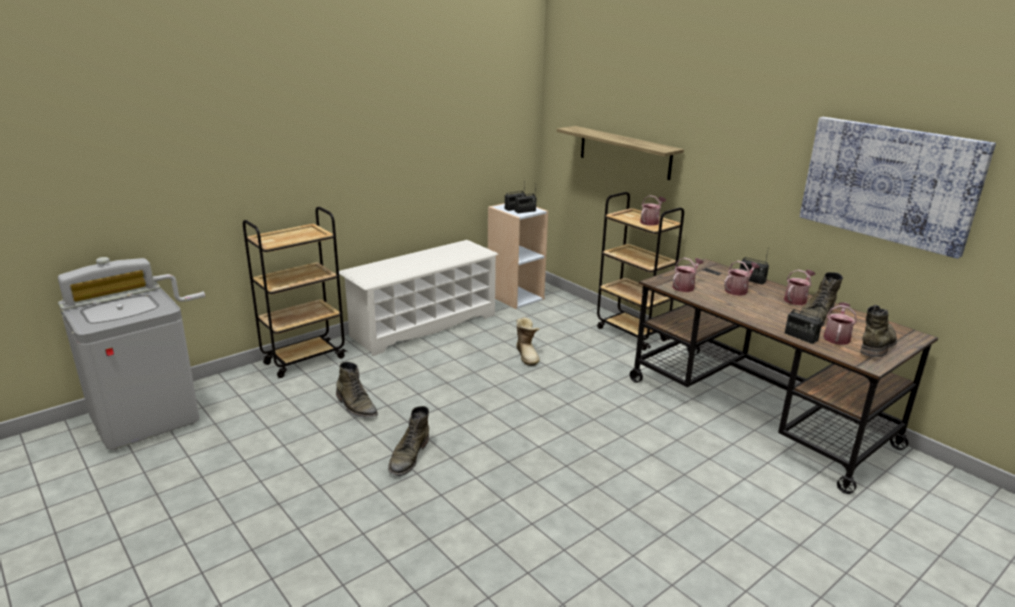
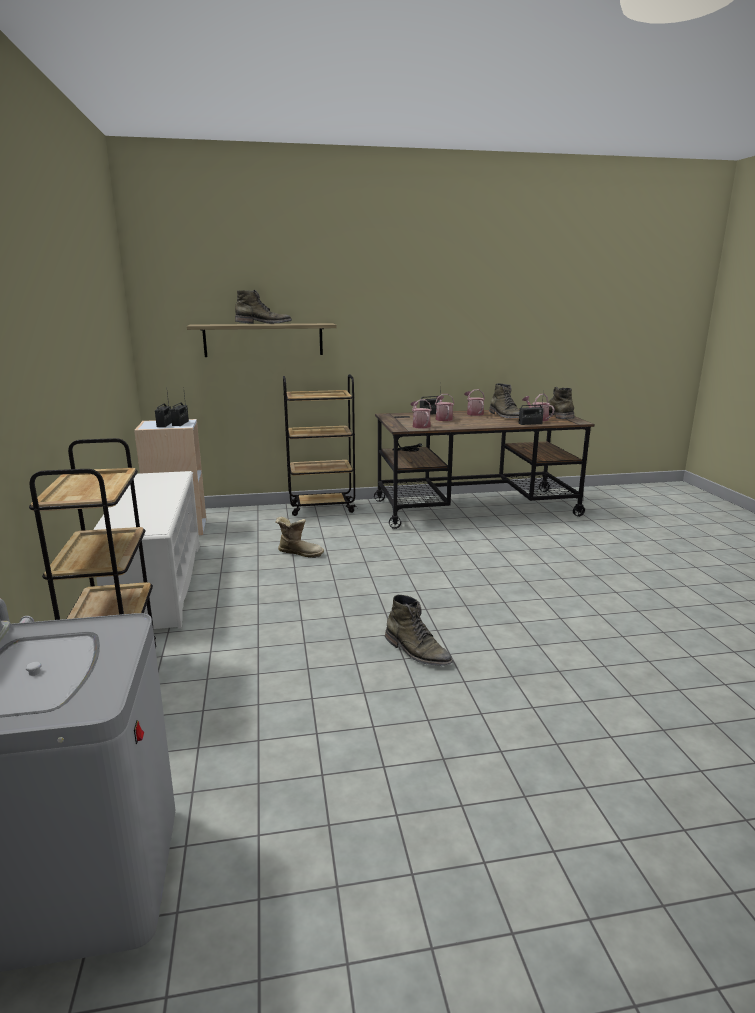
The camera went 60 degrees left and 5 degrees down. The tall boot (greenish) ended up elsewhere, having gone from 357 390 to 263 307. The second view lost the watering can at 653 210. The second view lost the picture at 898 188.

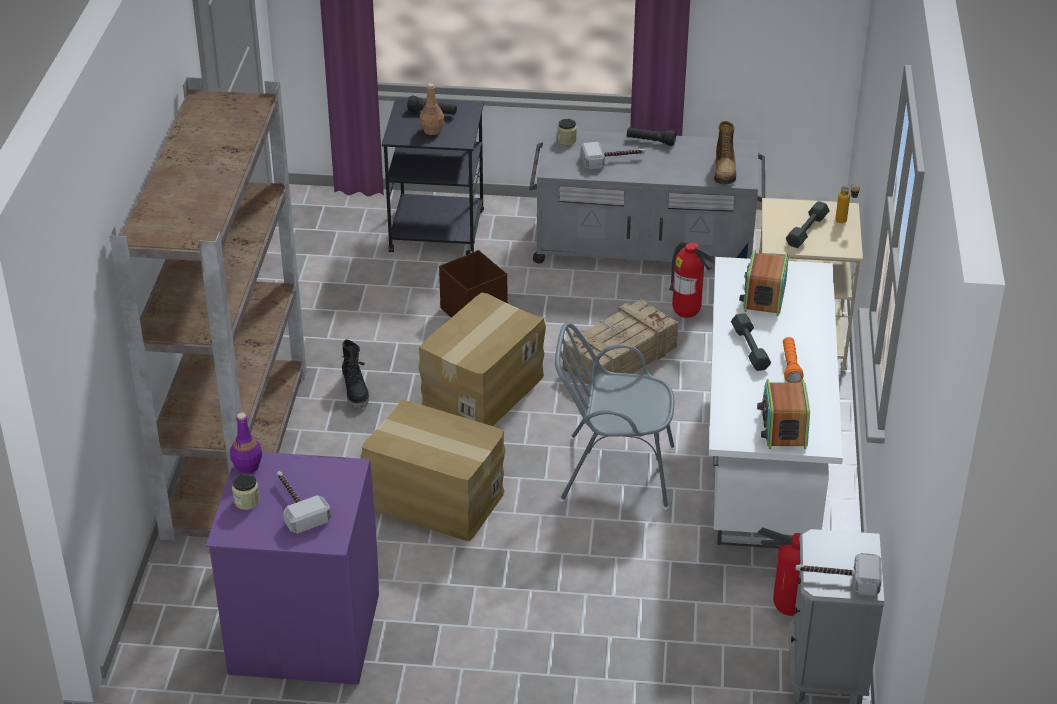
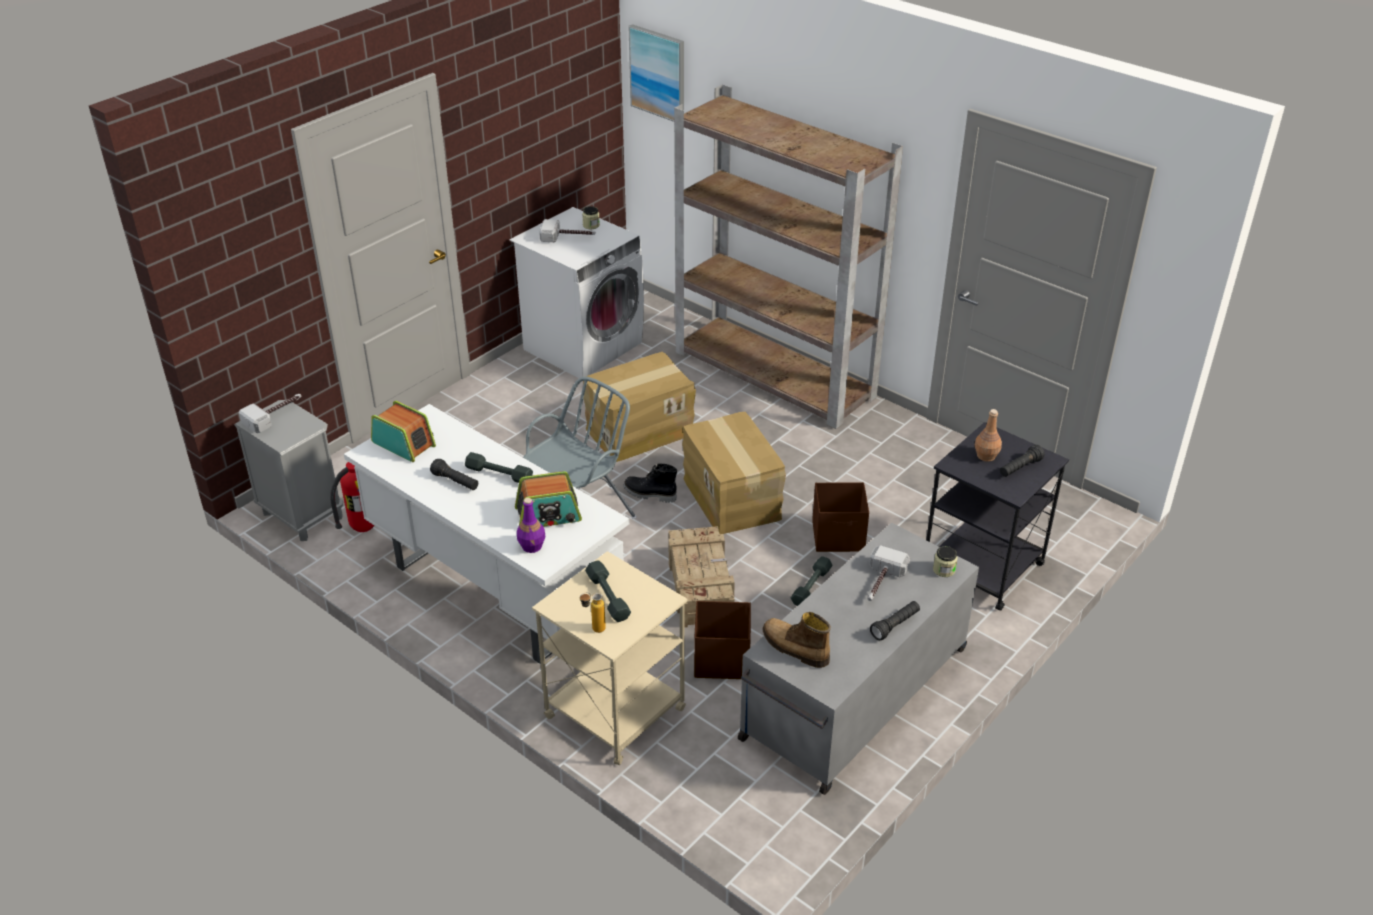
The camera went 125 degrees right and 0 degrees up. What was the laundry machine (purplish) at 292 568 turned into the laundry machine (whitish) at 576 292. The bottle (purplish) ended up elsewhere, having gone from 246 443 to 531 525. The tall boot (black-coloured) ended up elsewhere, having gone from 355 373 to 650 483. Where the fire extinguisher stood at 692 280, the storage bin (brown) came to stand at 722 640. The radio set at 764 283 ended up facing another way, 120 degrees clockwise from before. What was the flashlight (orange-coloured) at 793 360 turned into the flashlight (black-coloured) at 454 474. The second view gained the picture at 656 73. The second view gained the free weight (grey) at 812 581.

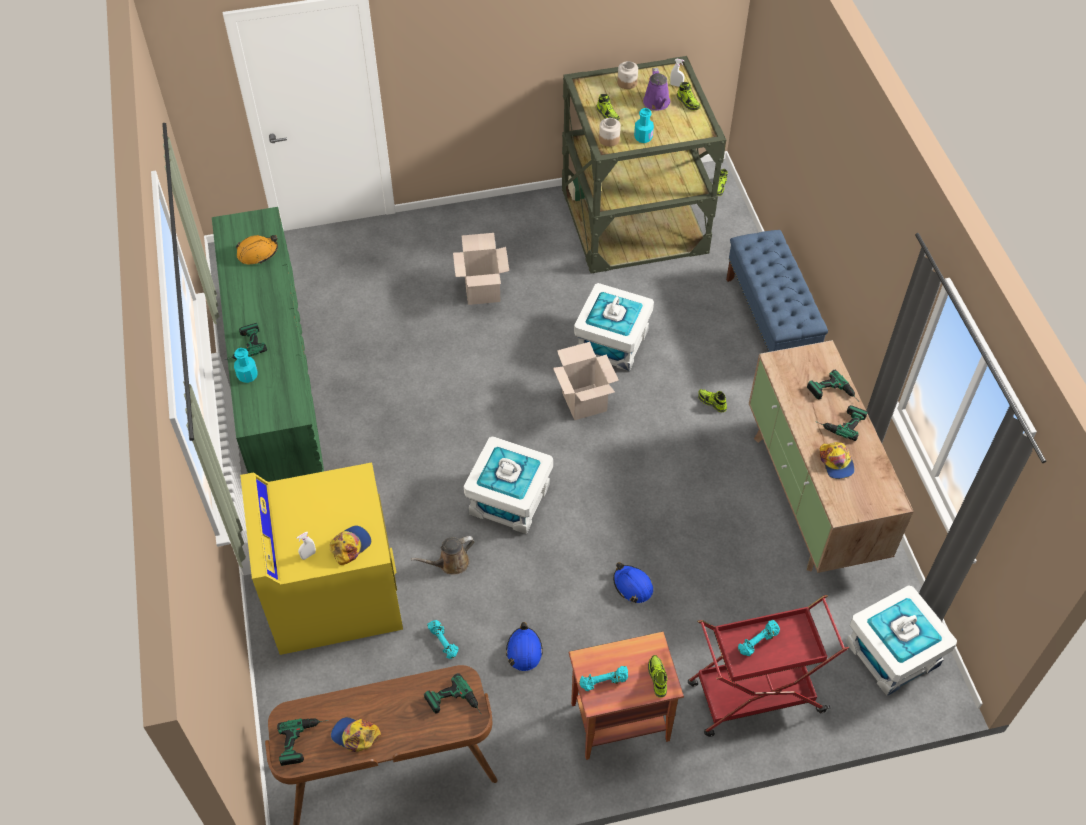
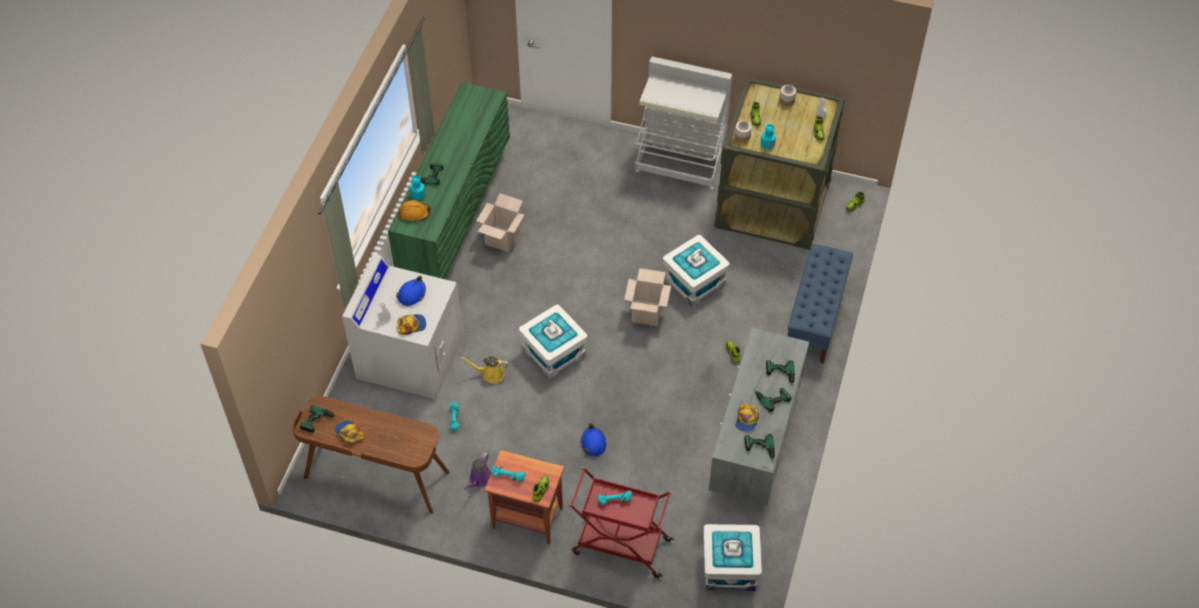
The camera went 30 degrees right and 0 degrees up. The work helmet (orange-coloured) ended up elsewhere, having gone from 257 249 to 415 211. What was the laundry machine (yellow) at 321 558 turned into the laundry machine (whitish) at 402 326. What was the watering can (brown) at 442 555 turned into the watering can (yellow) at 484 369. The drill ended up elsewhere, having gone from 453 694 to 759 446. The carton ended up elsewhere, having gone from 481 269 to 500 222. The work helmet (bluish) ended up elsewhere, having gone from 524 646 to 411 291. The watering can (purplish) ended up elsewhere, having gone from 656 89 to 477 471. What was the chest of drawers (greenish) at 831 456 turned into the chest of drawers (grey) at 759 417. The second view gained the shoe shelf (whitish) at 683 123.

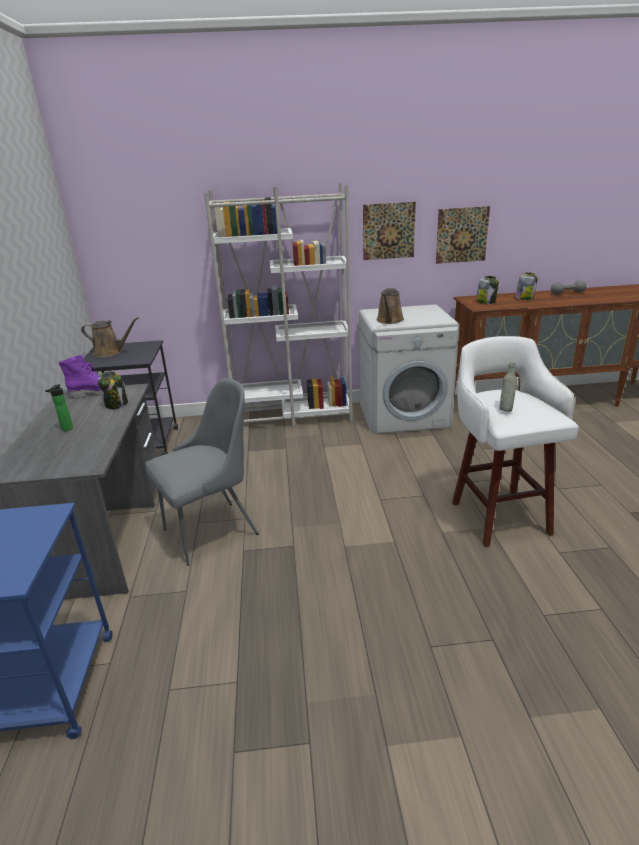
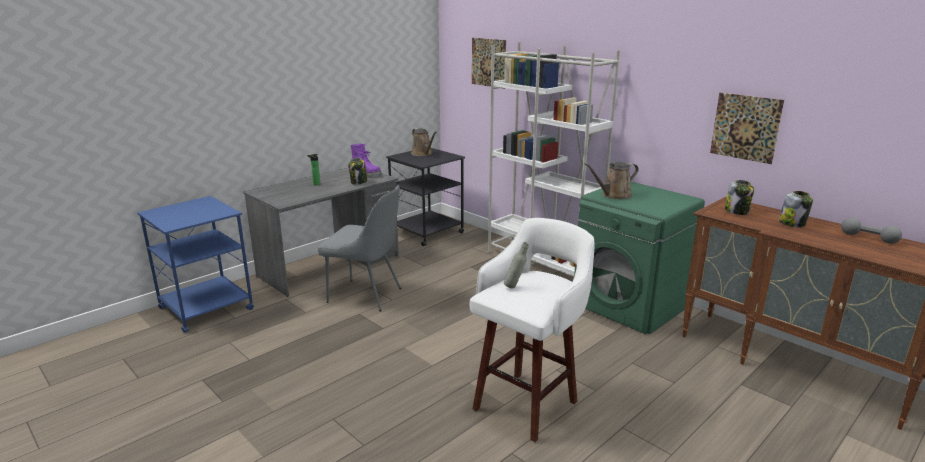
The camera went 50 degrees right and 5 degrees down. What was the laundry machine (whitish) at 409 369 turned into the laundry machine (greenish) at 639 258. The picture ended up elsewhere, having gone from 389 231 to 489 63.

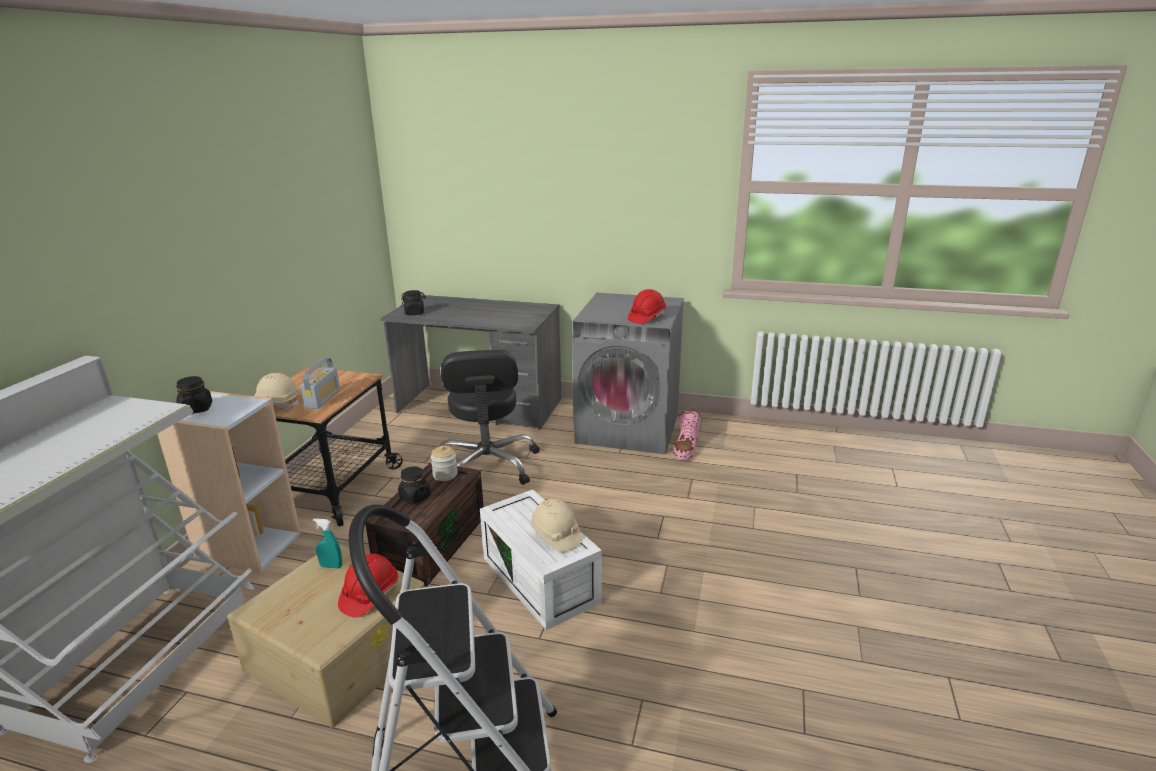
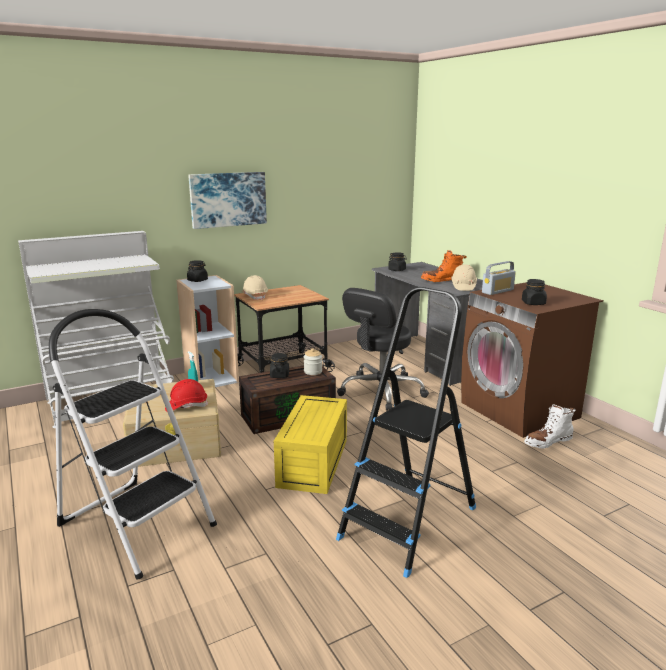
The camera went 45 degrees right and 5 degrees down. The radio set ended up elsewhere, having gone from 320 383 to 499 278. What was the storage bin (whitish) at 541 560 turned into the storage bin (yellow) at 310 444. The work helmet (beige-coloured) ended up elsewhere, having gone from 556 525 to 464 277. What was the laundry machine (grey) at 628 373 turned into the laundry machine (brown) at 532 360. Where the work helmet (reddish) stood at 647 306, the preserve jar (black-coloured) came to stand at 534 292. What was the tall boot (pink-coloured) at 687 434 turned into the tall boot (whitish) at 550 426. The second view gained the picture at 227 200. The second view gained the step ladder (black-coloured) at 406 432. The second view gained the tall boot (orange-coloured) at 444 266.

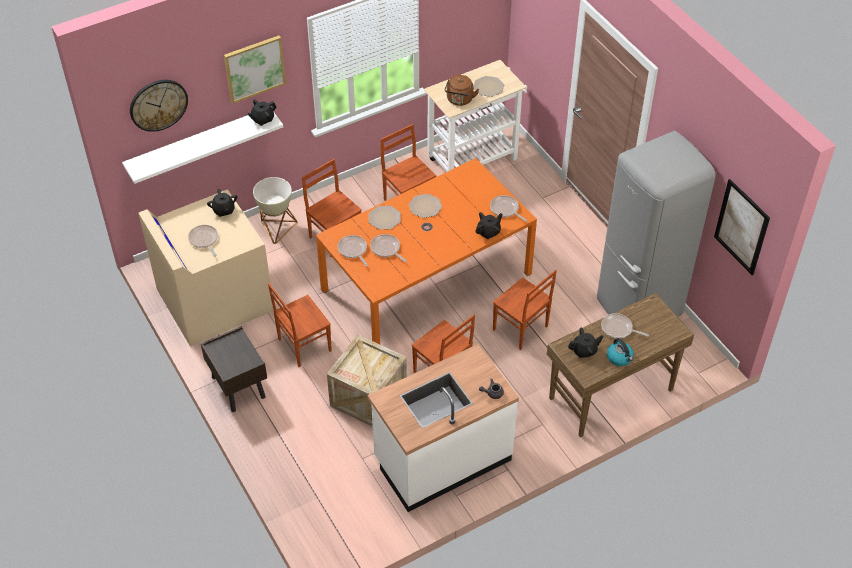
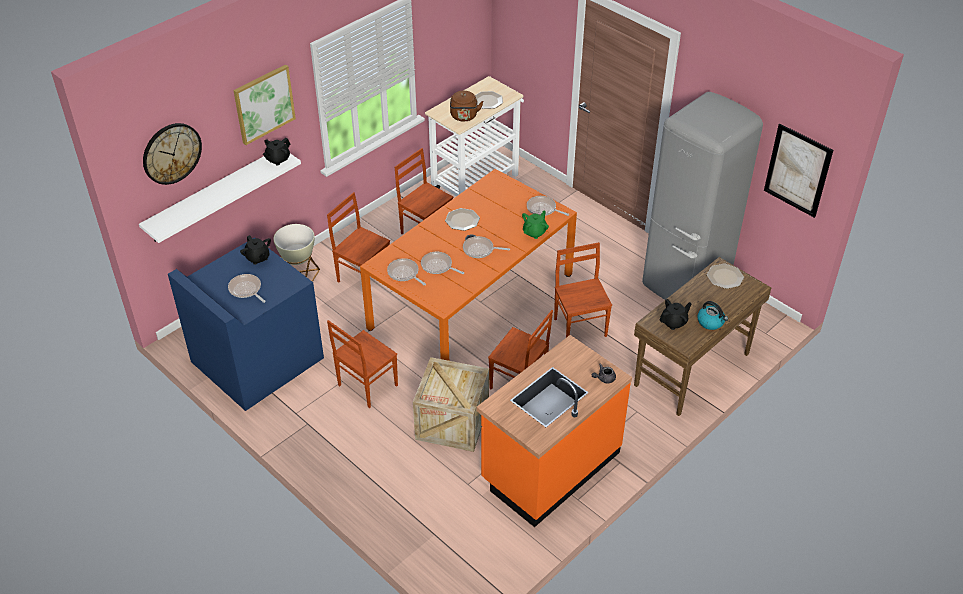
The camera went 15 degrees left and 5 degrees down. What was the laundry machine (beige-coloured) at 206 268 turned into the laundry machine (bluish) at 246 324. The second view lost the nightstand (brown) at 234 369. What was the counter (whitish) at 443 428 turned into the counter (orange-coloured) at 554 431. The plate ended up elsewhere, having gone from 385 217 to 725 276. What was the tea pot (black-coloured) at 488 225 turned into the tea pot (greenish) at 535 225. The chair (brown) at 525 310 ended up facing another way, 135 degrees counterclockwise from before. The pan ended up elsewhere, having gone from 625 326 to 486 247.

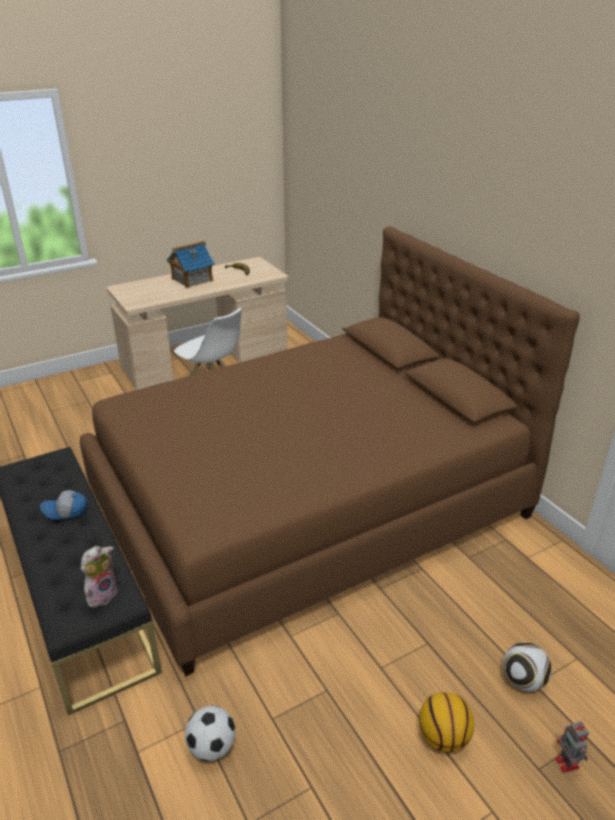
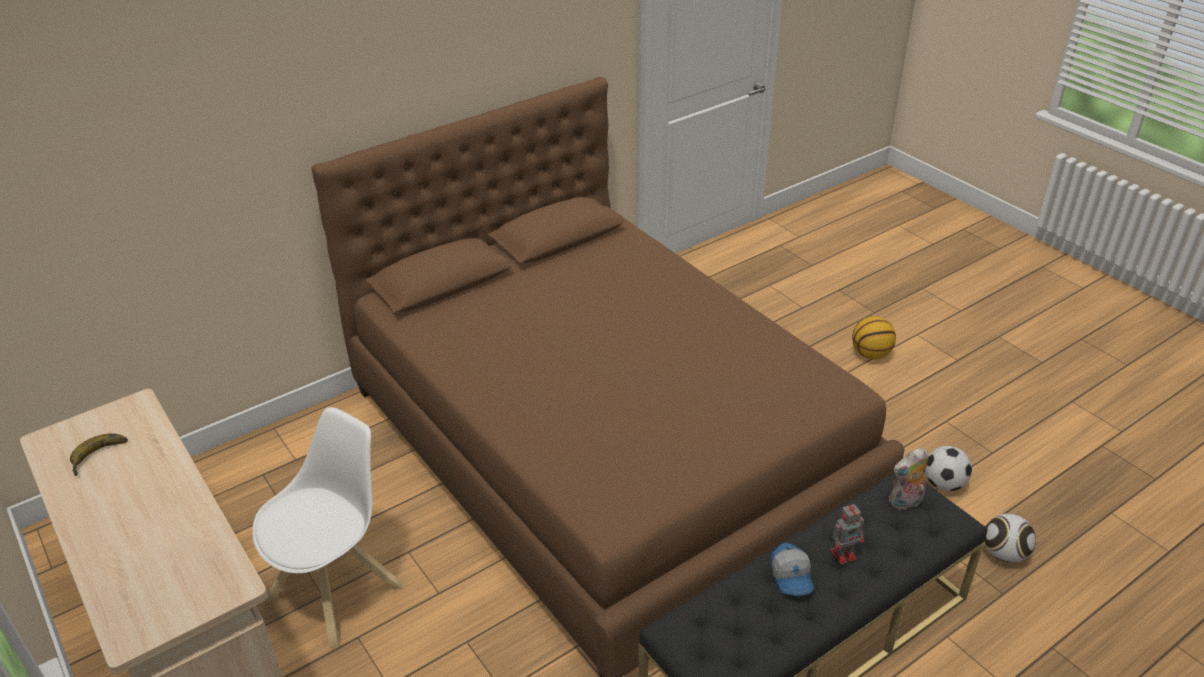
The camera went 95 degrees left and 5 degrees up. The cuddly toy at 99 576 ended up facing another way, 60 degrees counterclockwise from before. The second view lost the toy house at 191 264. The football ball ended up elsewhere, having gone from 527 667 to 1010 538. The model robot ended up elsewhere, having gone from 572 747 to 847 534.

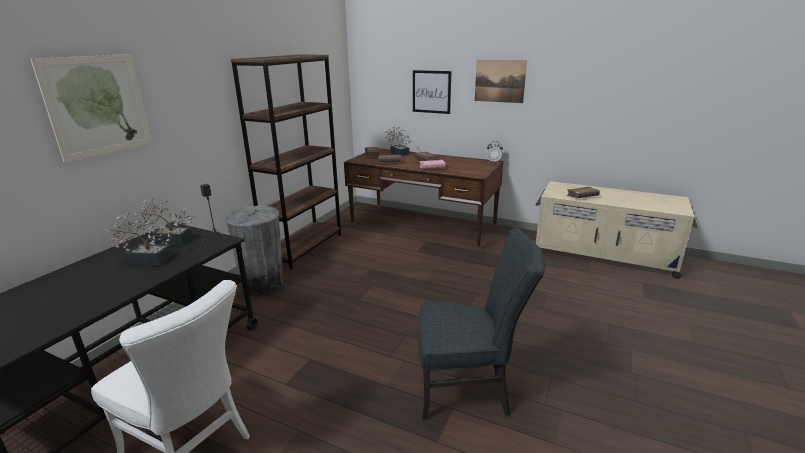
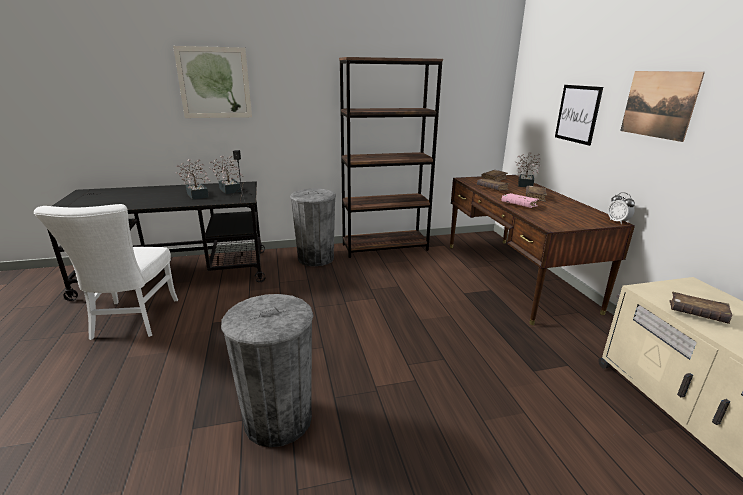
The camera went 50 degrees right and 0 degrees up. Where the chair (grey) stood at 481 324, the trash can (grey) came to stand at 267 370.

